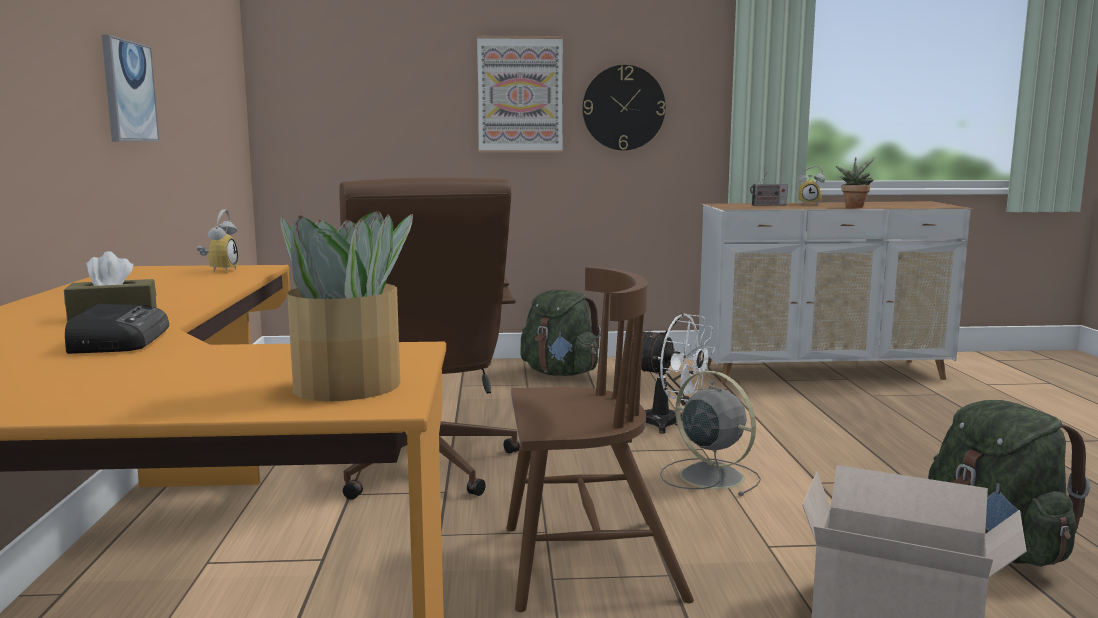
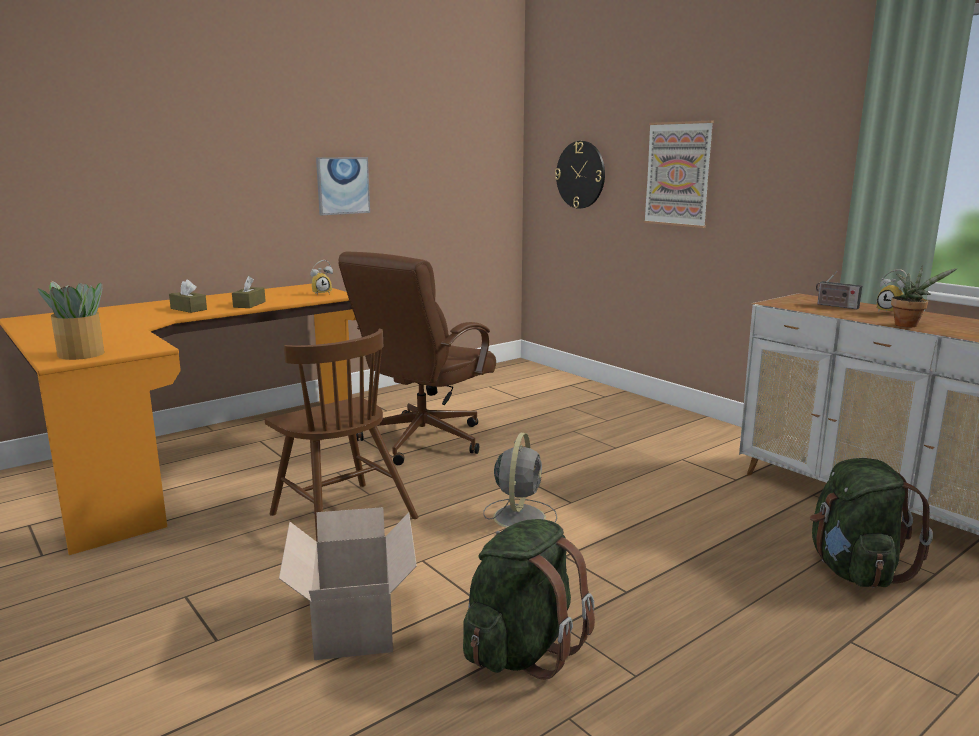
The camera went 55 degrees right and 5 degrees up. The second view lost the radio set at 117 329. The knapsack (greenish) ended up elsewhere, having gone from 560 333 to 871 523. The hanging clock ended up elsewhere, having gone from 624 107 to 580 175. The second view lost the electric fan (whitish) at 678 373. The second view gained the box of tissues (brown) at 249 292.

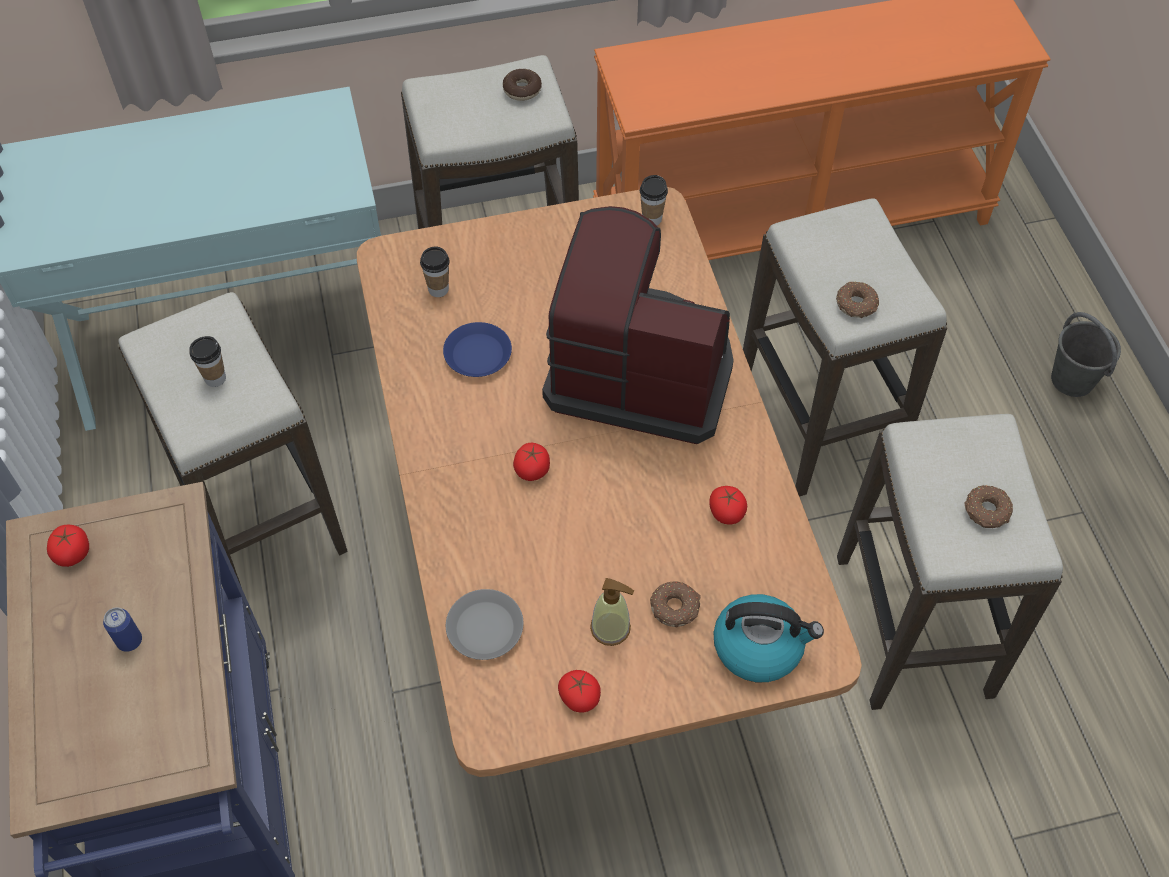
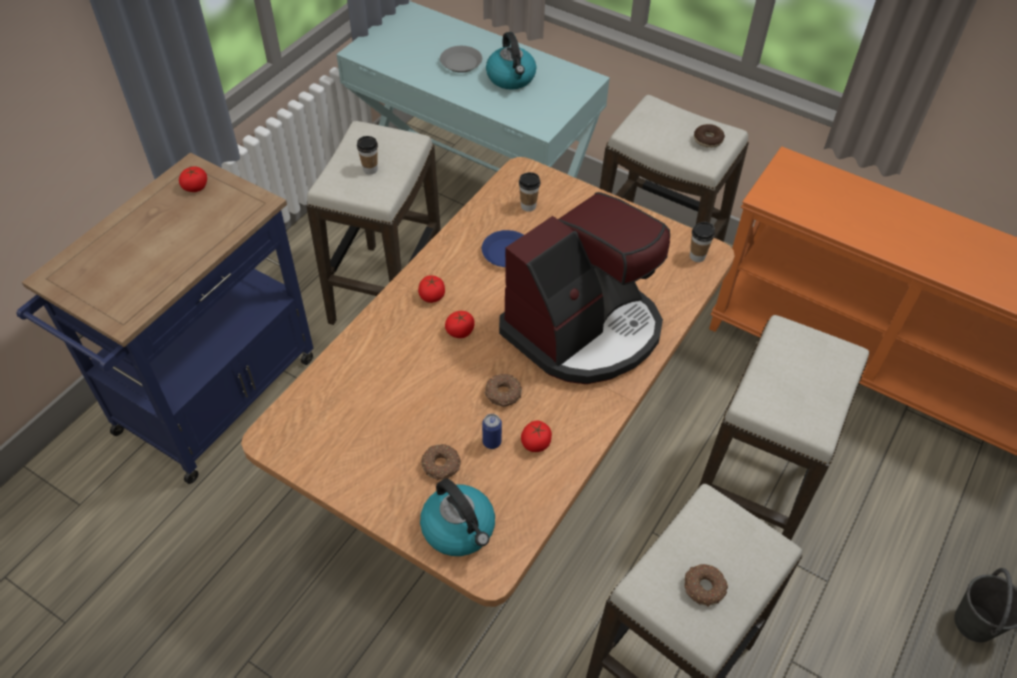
The camera went 45 degrees right and 5 degrees down. The sealed can ended up elsewhere, having gone from 122 629 to 492 431. The plate (grey) ended up elsewhere, having gone from 485 624 to 461 59. The coffee maker at 638 325 ended up facing another way, 75 degrees clockwise from before. The whole tomato ended up elsewhere, having gone from 579 691 to 431 289. The second view lost the soap dispenser at 612 612. The doughnut ended up elsewhere, having gone from 857 300 to 503 390. The second view gained the water kettle at 511 61.

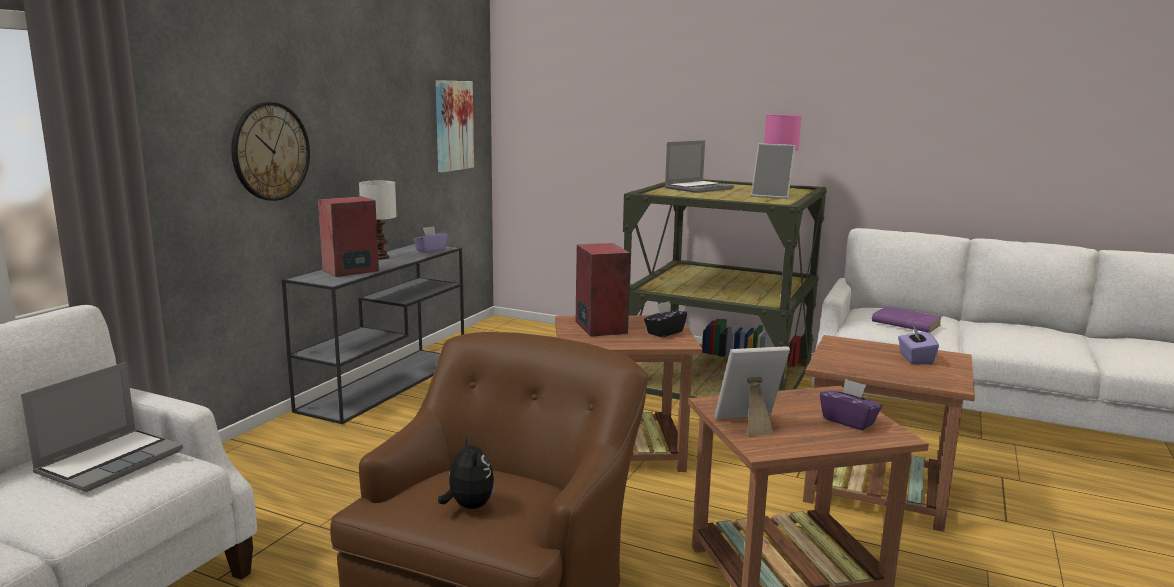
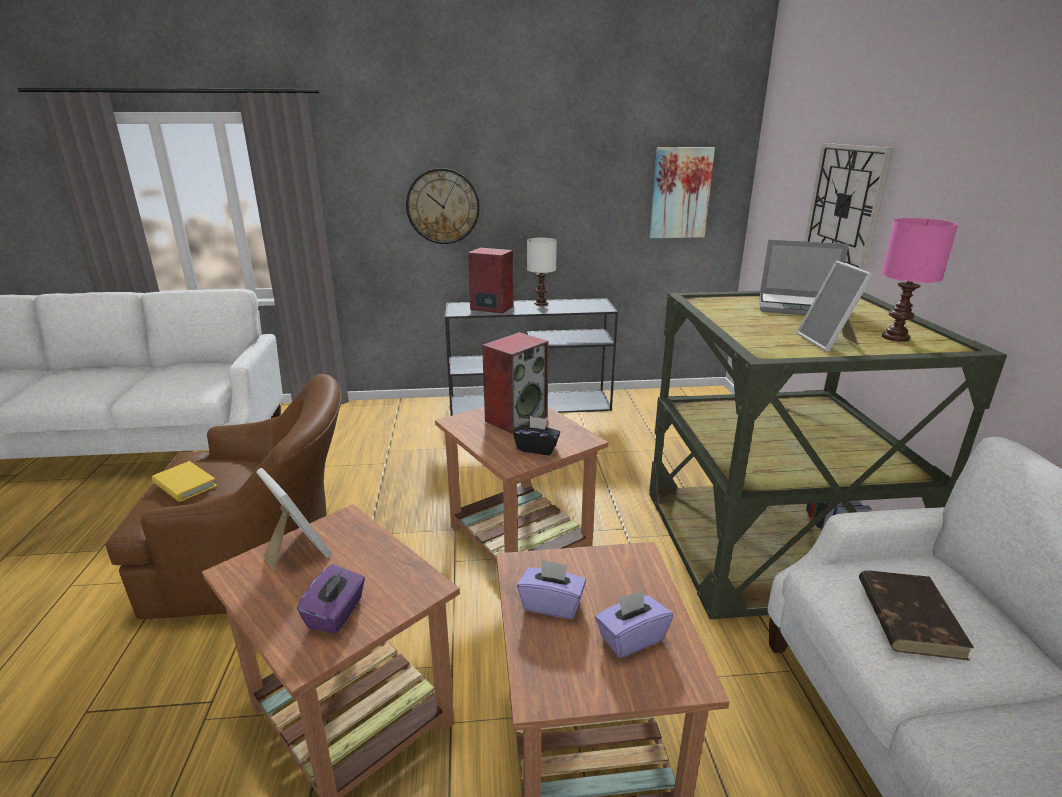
The camera went 60 degrees right and 10 degrees up. The second view lost the notebook computer at 102 427. The box of tissues (purplish) ended up elsewhere, having gone from 430 239 to 551 589. Where the cuddly toy stood at 466 472, the book (yellow) came to stand at 184 481. What was the book (purplish) at 907 319 turned into the book (brown) at 916 615. The second view gained the hanging clock at 849 207.

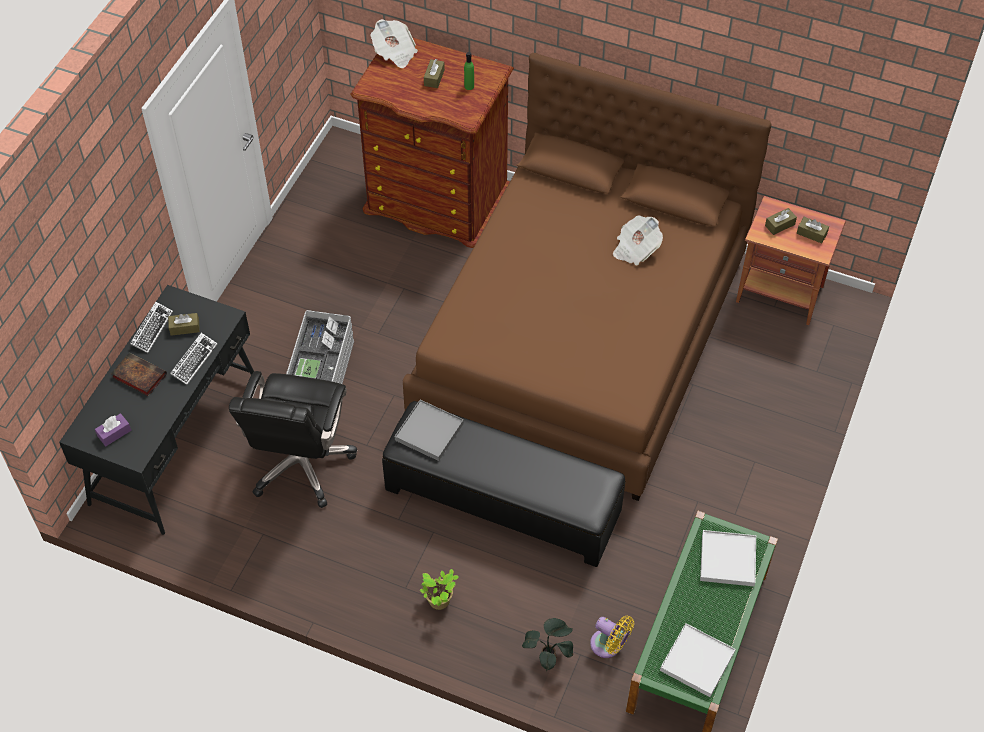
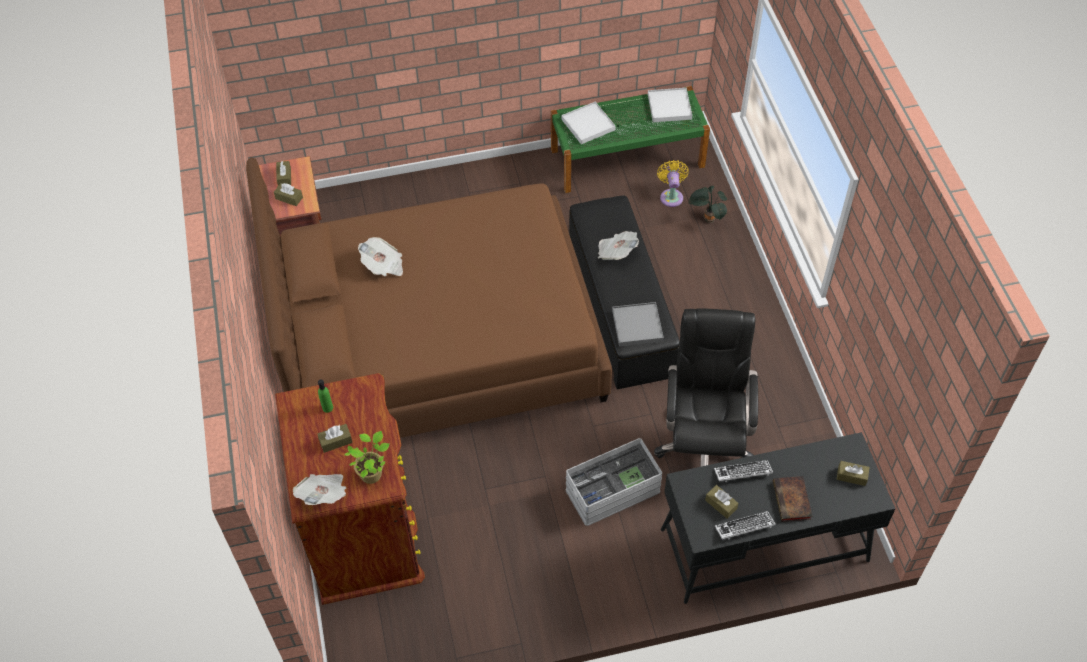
The camera went 125 degrees left and 0 degrees up. What was the box of tissues (purplish) at 113 429 turned into the box of tissues (brown) at 853 473. The office chair (black-coloured) at 293 439 ended up facing another way, 60 degrees counterclockwise from before. The plant in a pot ended up elsewhere, having gone from 439 589 to 367 457. The second view gained the printed paper at 618 245.

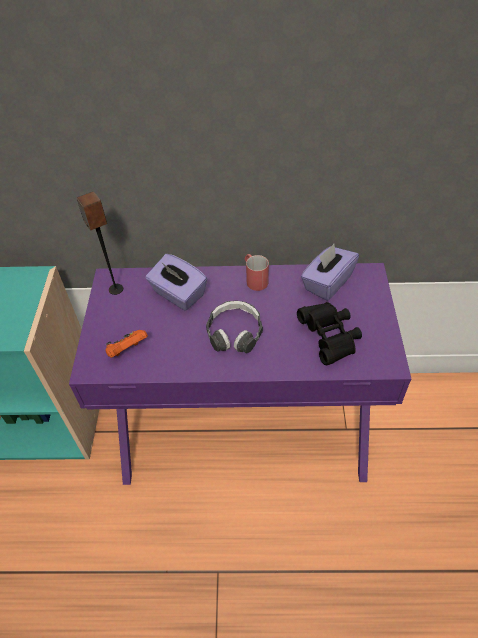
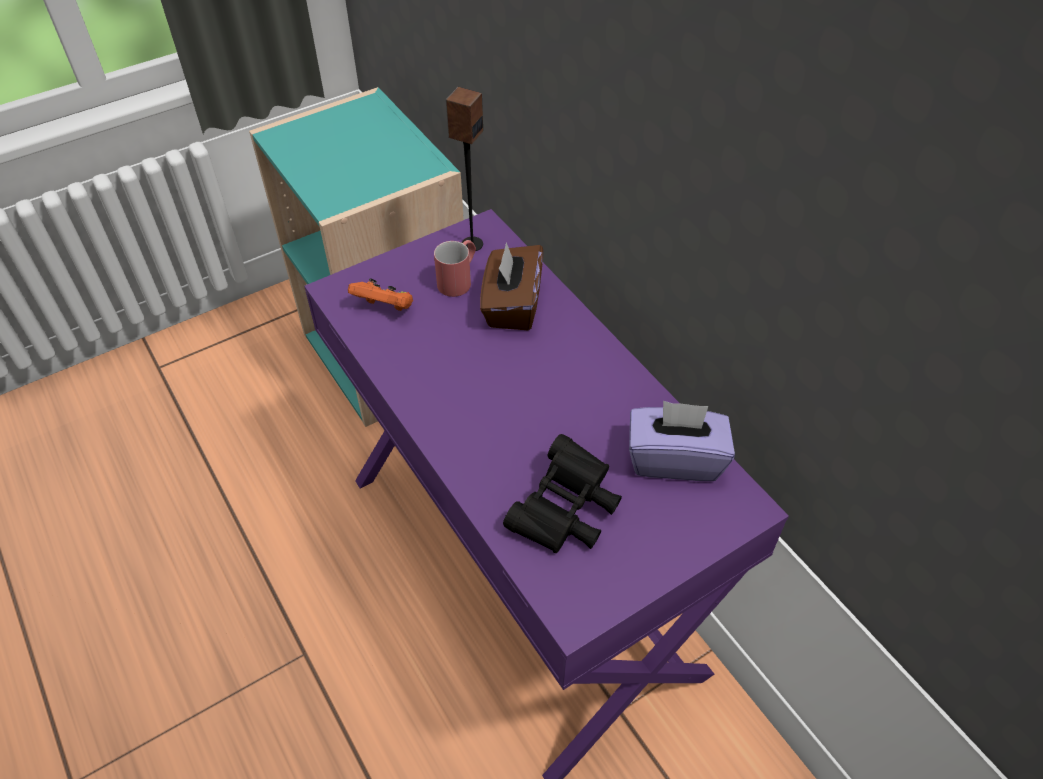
The camera went 55 degrees right and 0 degrees up. What was the box of tissues (purplish) at 176 282 turned into the box of tissues (brown) at 511 286. The second view lost the pair of headphones at 234 327. The mug (reddish) ended up elsewhere, having gone from 257 272 to 455 268.

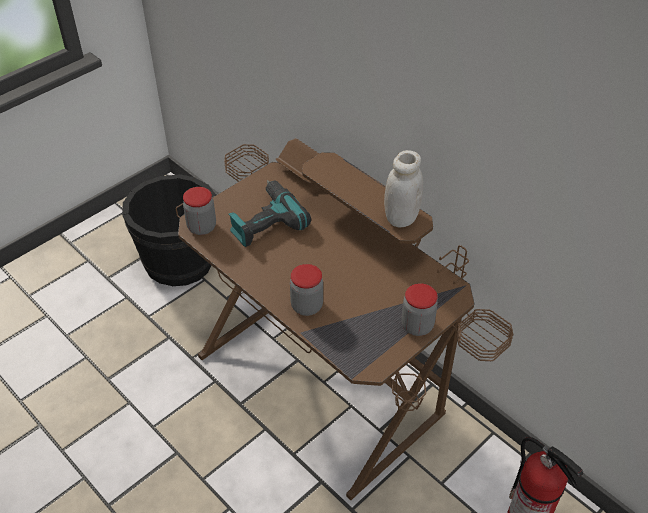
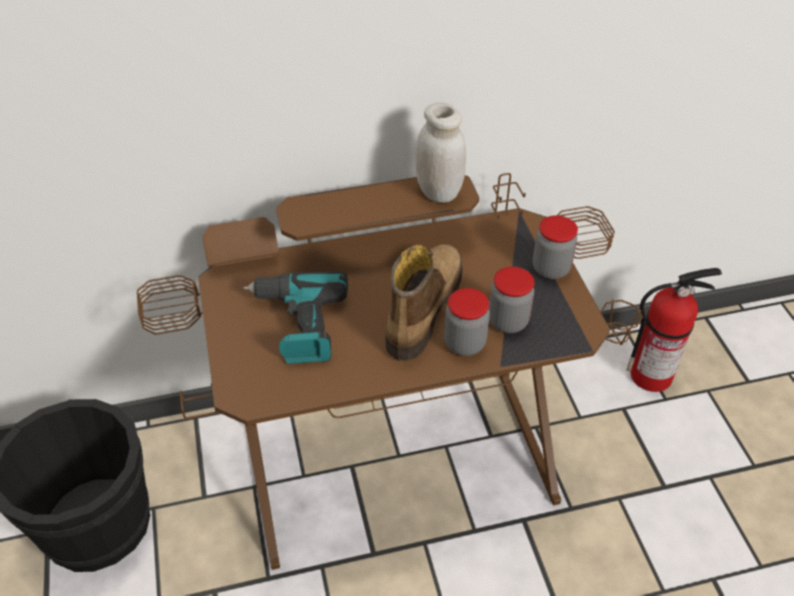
The camera went 60 degrees left and 0 degrees up. The preserve jar ended up elsewhere, having gone from 199 211 to 511 300. The second view gained the tall boot at 424 302.

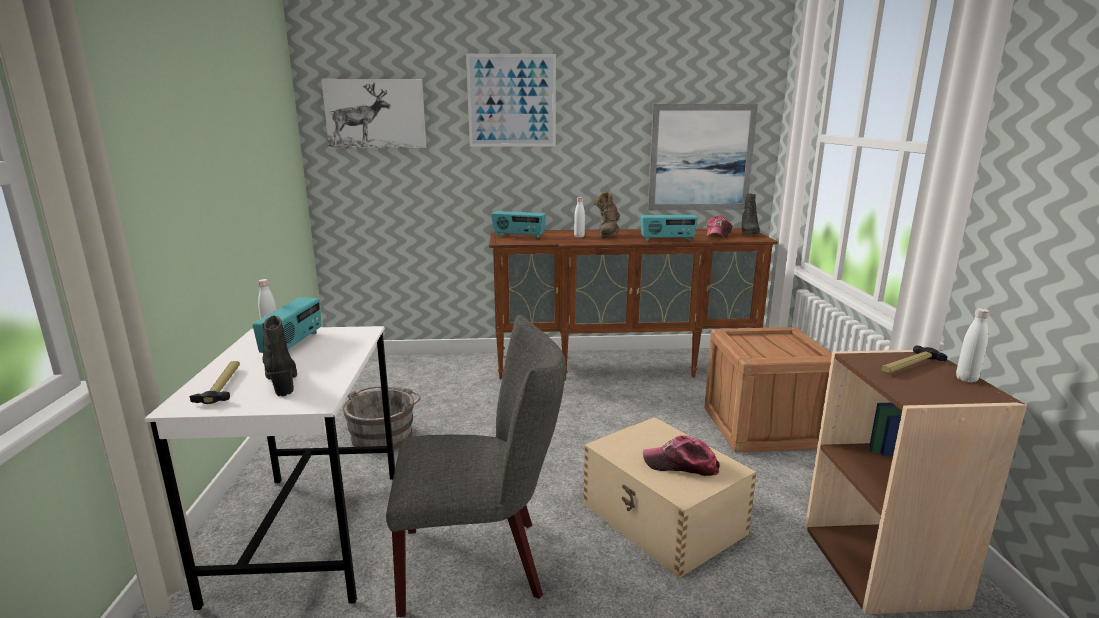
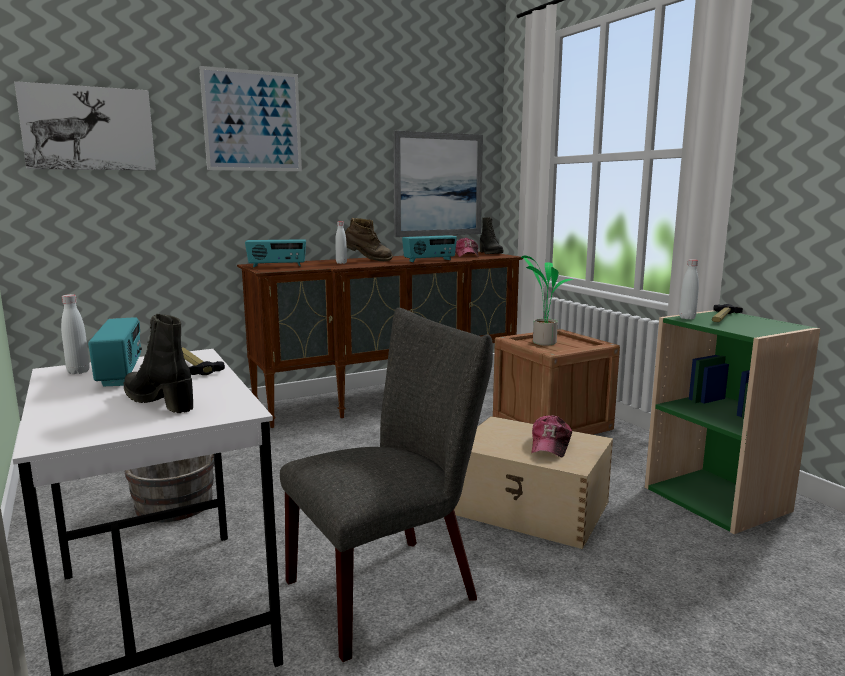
The camera went 25 degrees left and 5 degrees down. The tool hammer ended up elsewhere, having gone from 215 382 to 203 361. The tall boot (brown) at 606 215 ended up facing another way, 75 degrees counterclockwise from before. The baseball cap at 681 455 ended up facing another way, 60 degrees counterclockwise from before. What was the shelving unit (brown) at 916 482 turned into the shelving unit (greenish) at 732 422. The bottle (whitish) ended up elsewhere, having gone from 973 345 to 689 289. The second view gained the plant in a pot at 547 300.

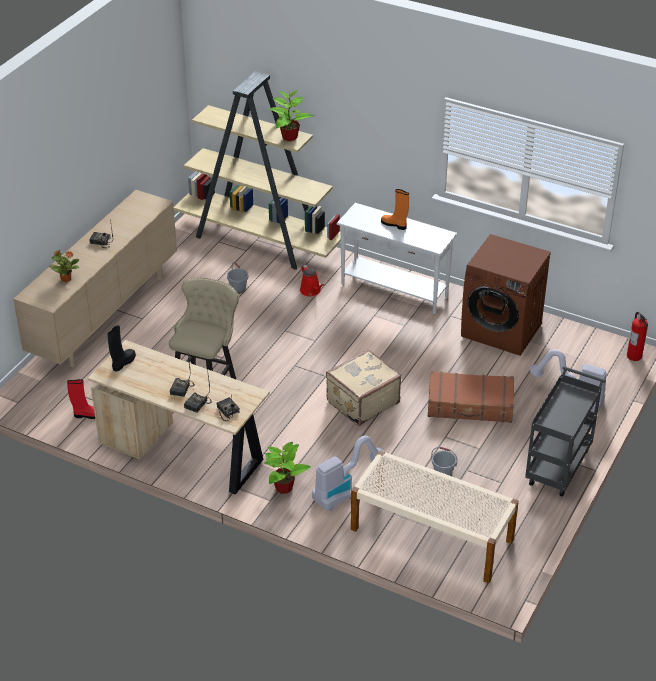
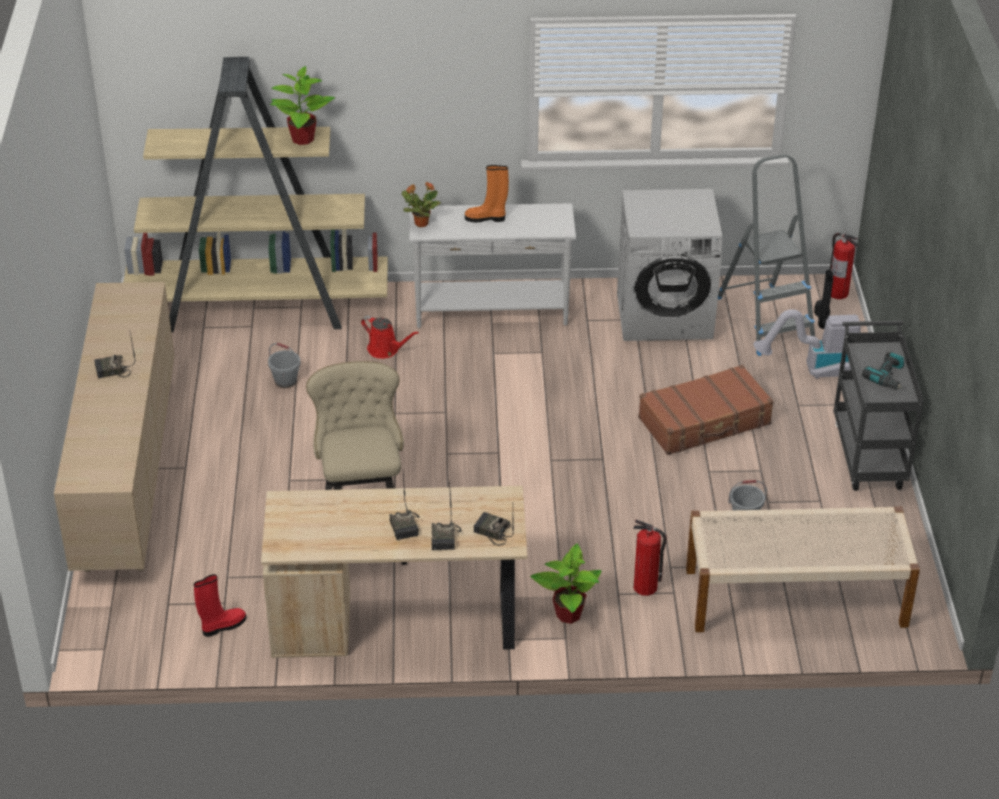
The camera went 30 degrees left and 0 degrees up. The plant in a pot ended up elsewhere, having gone from 64 266 to 421 204. The tall boot (black-coloured) ended up elsewhere, having gone from 121 348 to 824 299. Where the hoover stood at 348 473, the fire extinguisher came to stand at 650 558. The second view lost the suitcase (beige-coloured) at 364 387. What was the laundry machine (brown) at 506 295 turned into the laundry machine (whitish) at 670 265. The second view gained the step ladder (grey) at 766 255. The second view gained the drill at 883 370.

